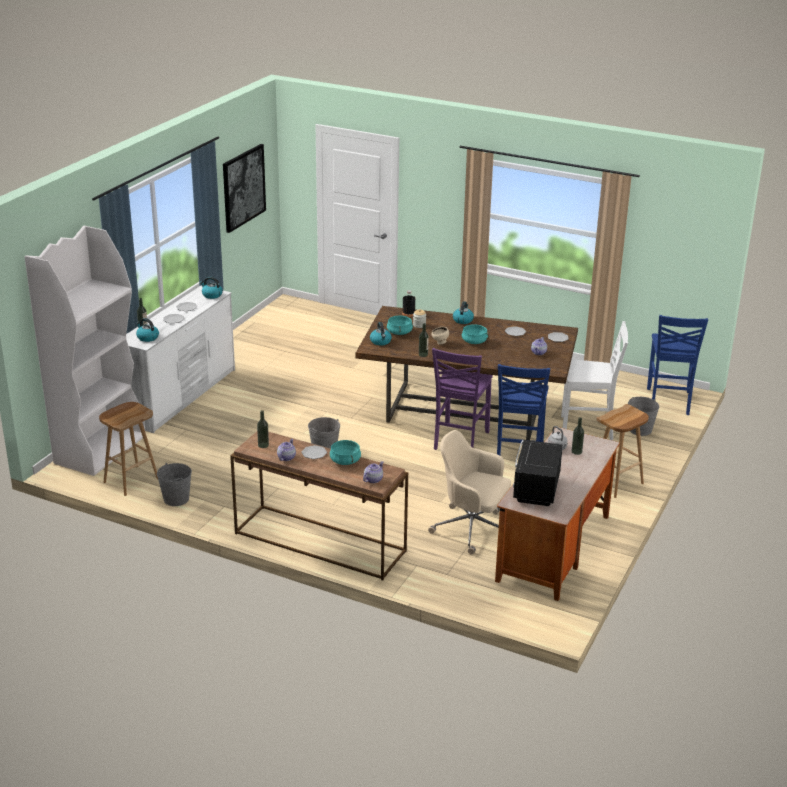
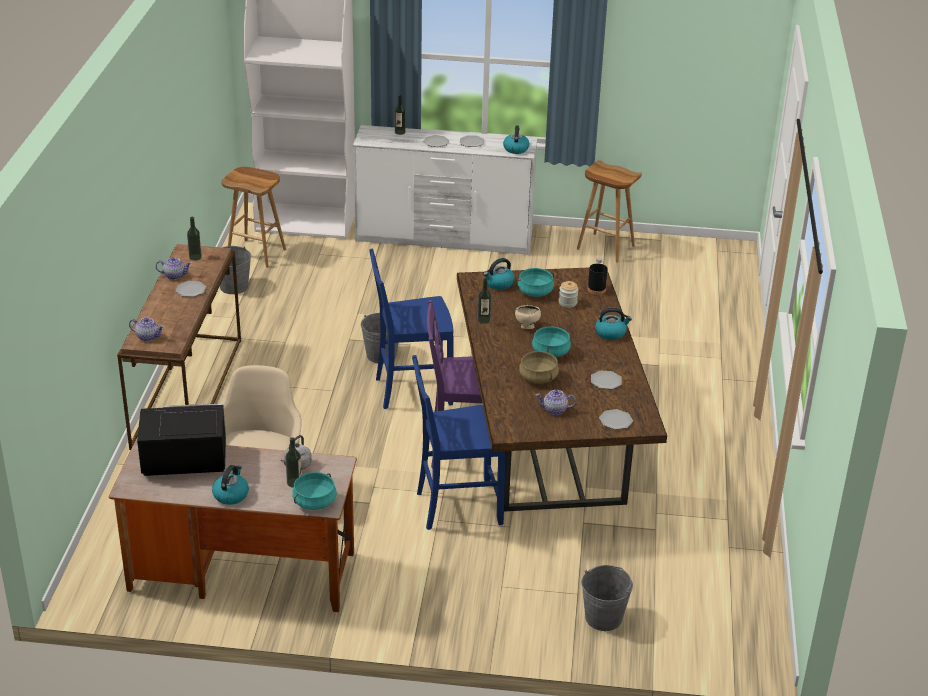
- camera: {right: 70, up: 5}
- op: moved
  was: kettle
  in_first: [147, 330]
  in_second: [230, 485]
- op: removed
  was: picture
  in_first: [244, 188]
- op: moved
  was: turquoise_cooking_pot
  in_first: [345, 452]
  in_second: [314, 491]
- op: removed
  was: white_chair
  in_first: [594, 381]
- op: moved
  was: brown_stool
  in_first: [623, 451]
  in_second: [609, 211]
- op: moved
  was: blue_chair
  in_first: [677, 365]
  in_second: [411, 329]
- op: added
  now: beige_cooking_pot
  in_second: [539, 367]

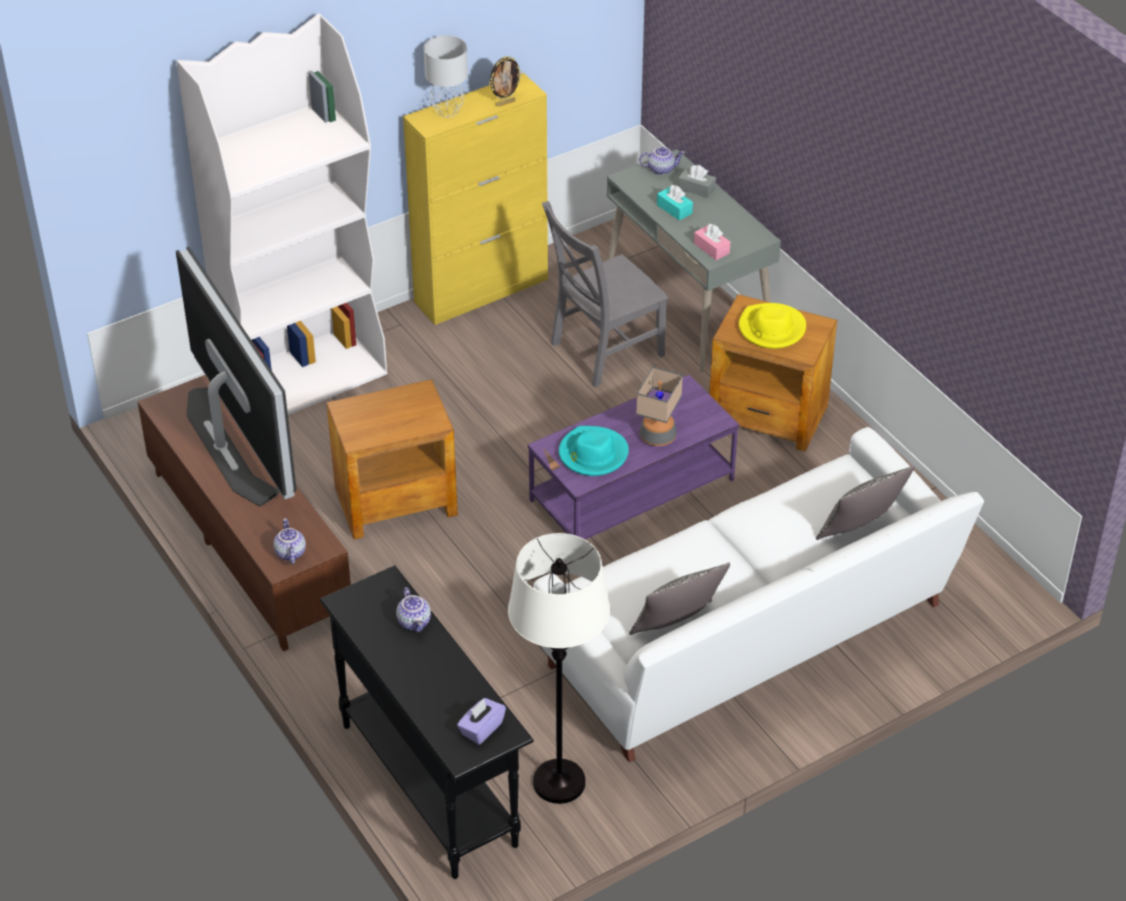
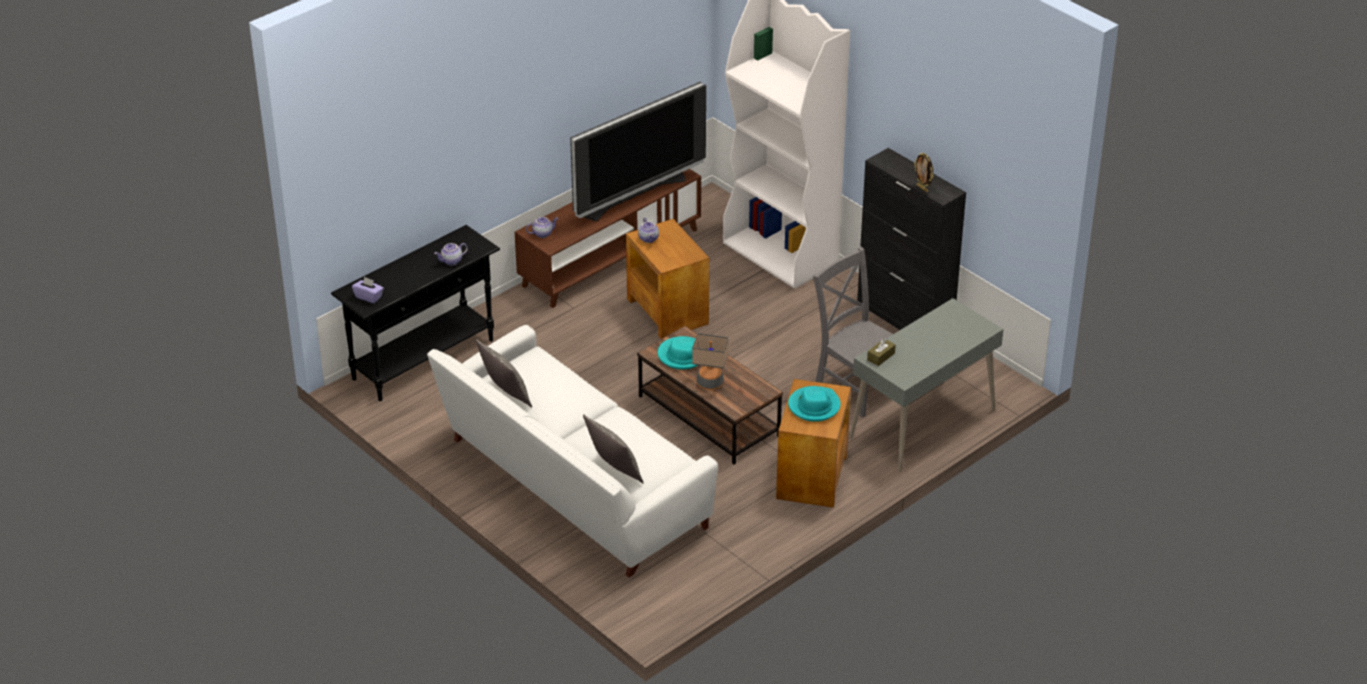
- camera: {right: 80, up: -5}
- op: recoloured
  was: yellow_cabinet
  now: black_cabinet
  in_first: [475, 199]
  in_second: [911, 239]
- op: removed
  was: grey_table_lamp
  in_first: [446, 76]
- op: removed
  was: white_floor_lamp
  in_first: [559, 668]
- op: recoloured
  was: purple_coffee_table
  now: brown_coffee_table
  in_first: [634, 457]
  in_second: [710, 395]
- op: moved
  was: teapot
  in_first: [662, 161]
  in_second: [648, 230]
- op: removed
  was: turquoise_tissue_box
  in_first: [675, 203]
- op: removed
  was: grey_tissue_box
  in_first: [697, 181]
- op: recoloured
  was: pink_tissue_box
  now: brown_tissue_box
  in_first: [712, 242]
  in_second: [881, 352]
- op: recoloured
  was: yellow_hat
  now: turquoise_hat
  in_first: [772, 326]
  in_second: [814, 404]

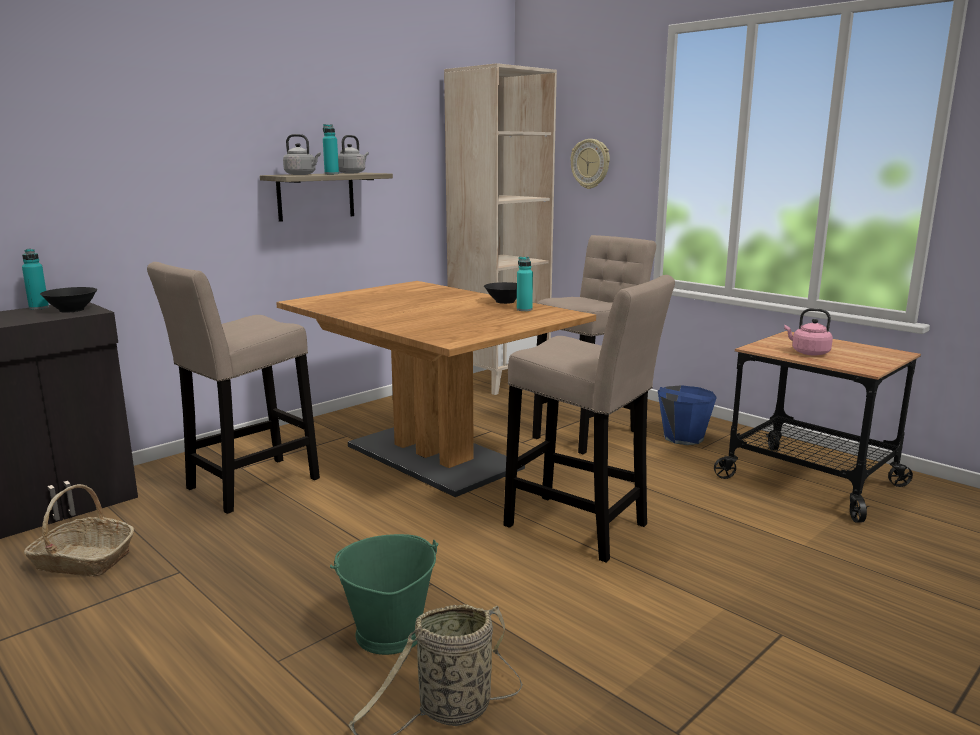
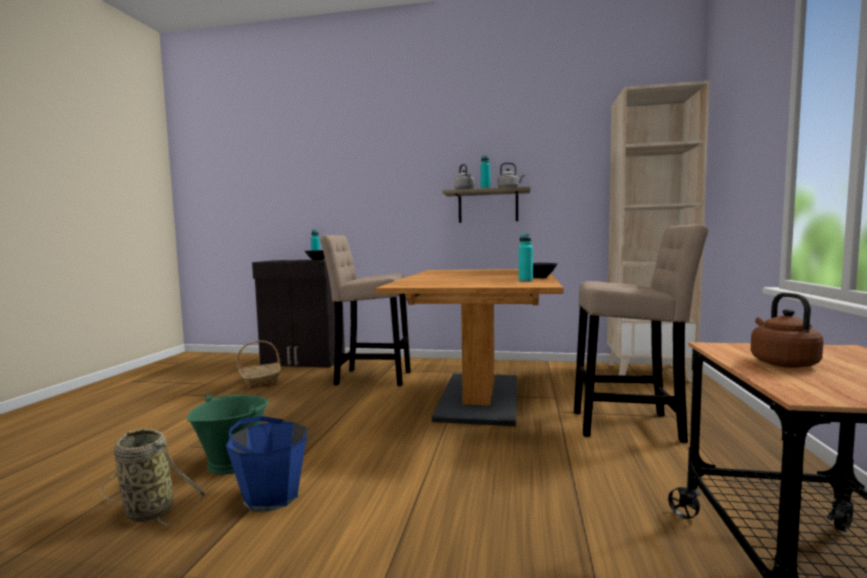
- camera: {right: 55, up: -10}
- op: removed
  was: beige_stool
  in_first: [589, 419]
- op: removed
  was: wall_clock
  in_first: [590, 164]
- op: moved
  was: blue_bucket
  in_first: [687, 415]
  in_second: [266, 463]
- op: recoloured
  was: pink_kettle
  now: brown_kettle
  in_first: [808, 332]
  in_second: [787, 330]

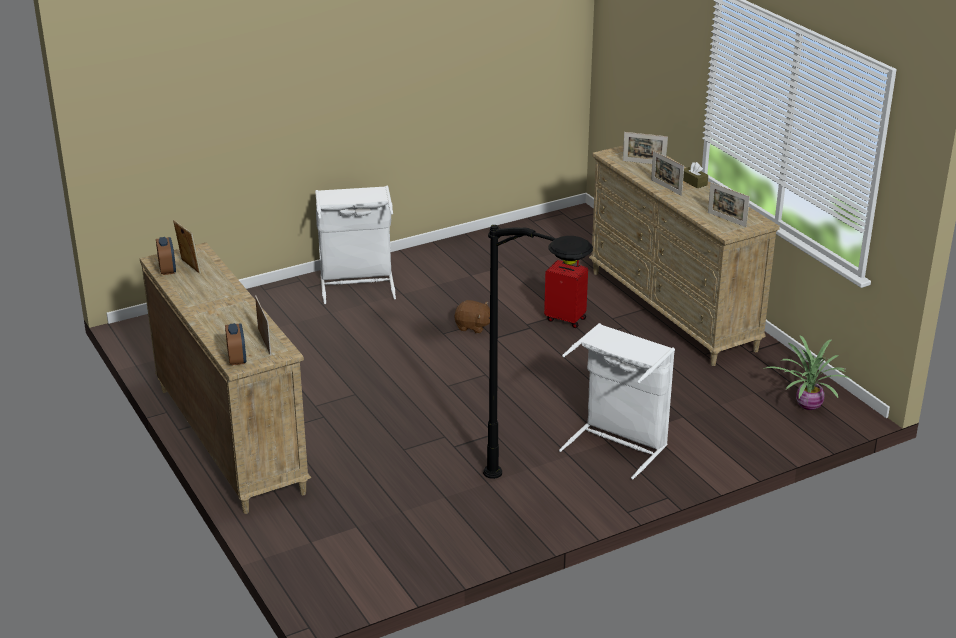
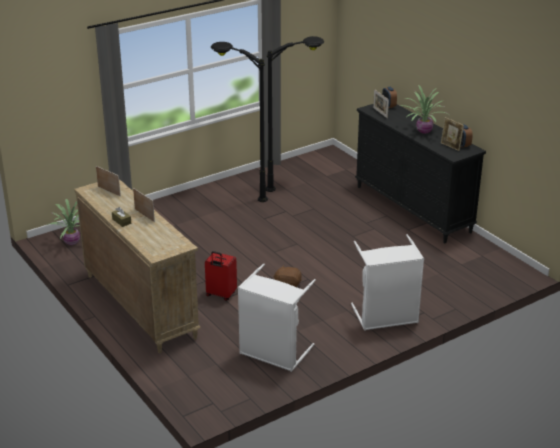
- camera: {right: 175, up: 0}
- op: recoloured
  was: beige_dresser
  now: black_dresser
  in_first: [225, 378]
  in_second: [420, 173]
- op: moved
  was: white_laundry_basket
  in_first: [617, 401]
  in_second: [277, 318]
- op: removed
  was: picture_frame
  in_first: [645, 148]
- op: added
  now: black_floor_lamp
  in_second: [295, 114]
- op: added
  now: potted_plant
  in_second: [424, 109]

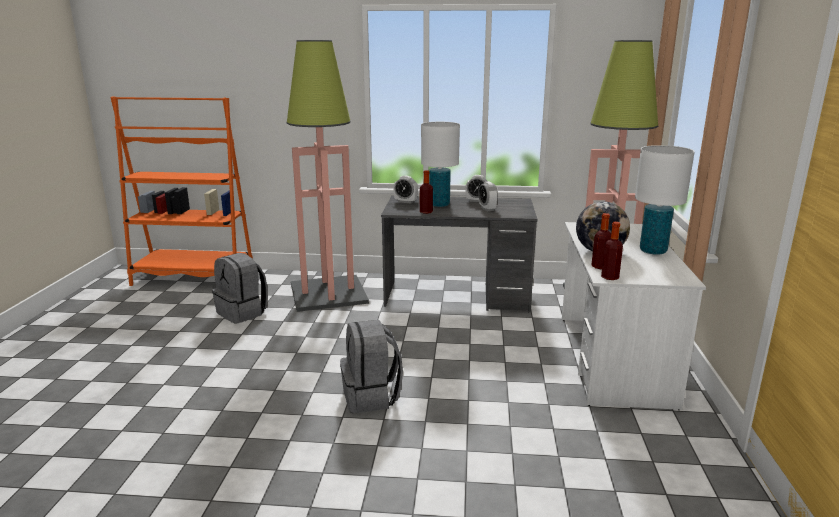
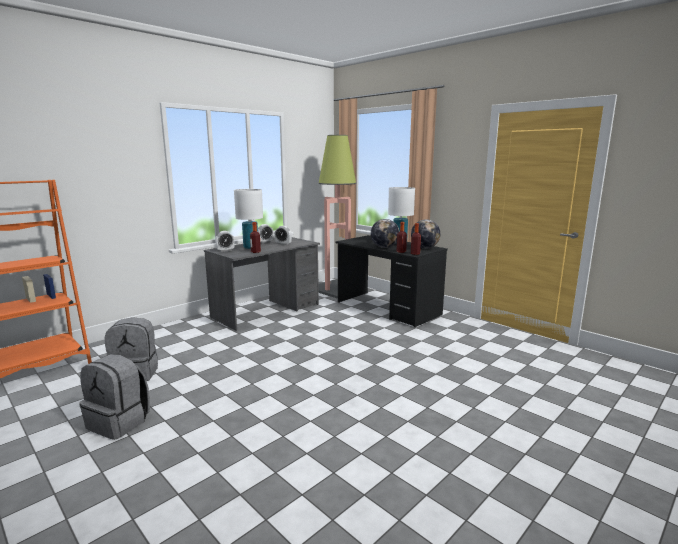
- camera: {right: -50, up: -5}
- op: removed
  was: floor_lamp
  in_first: [328, 176]
- op: moved
  was: grey_backpack
  in_first: [371, 366]
  in_second: [114, 397]
- op: recoloured
  was: white_desk
  now: black_desk
  in_first: [634, 316]
  in_second: [391, 281]
- op: added
  now: globe
  in_second: [425, 234]

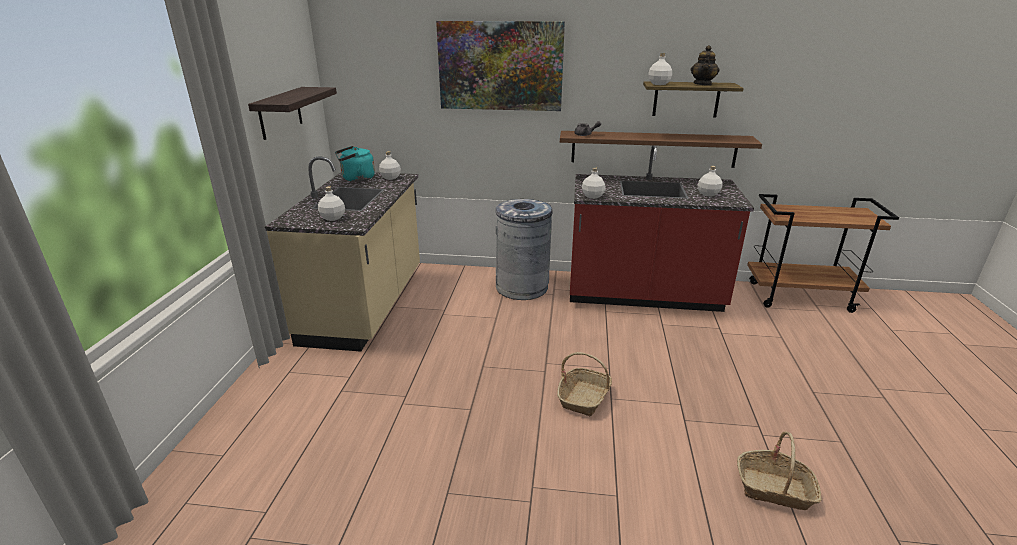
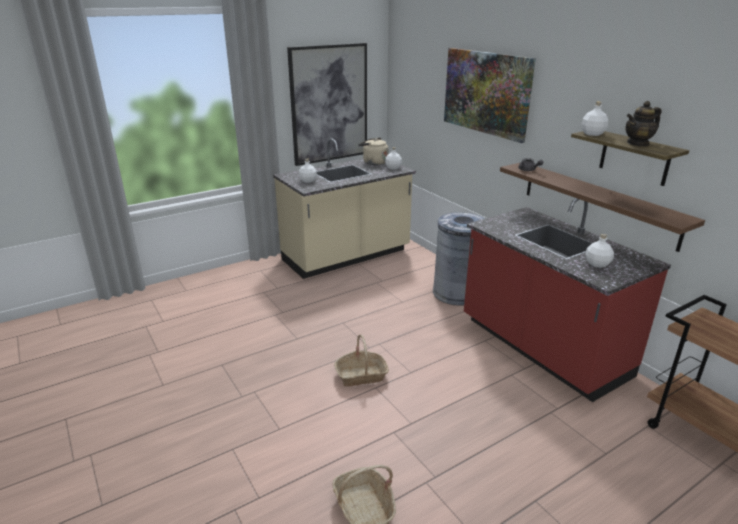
- camera: {right: 50, up: 0}
- op: replaced
  was: shelf
  now: picture
  in_first: [292, 113]
  in_second: [327, 104]
- op: recoloured
  was: turquoise_kettle
  now: beige_kettle
  in_first: [355, 164]
  in_second: [373, 151]
- op: removed
  was: white_bottle
  in_first: [593, 183]

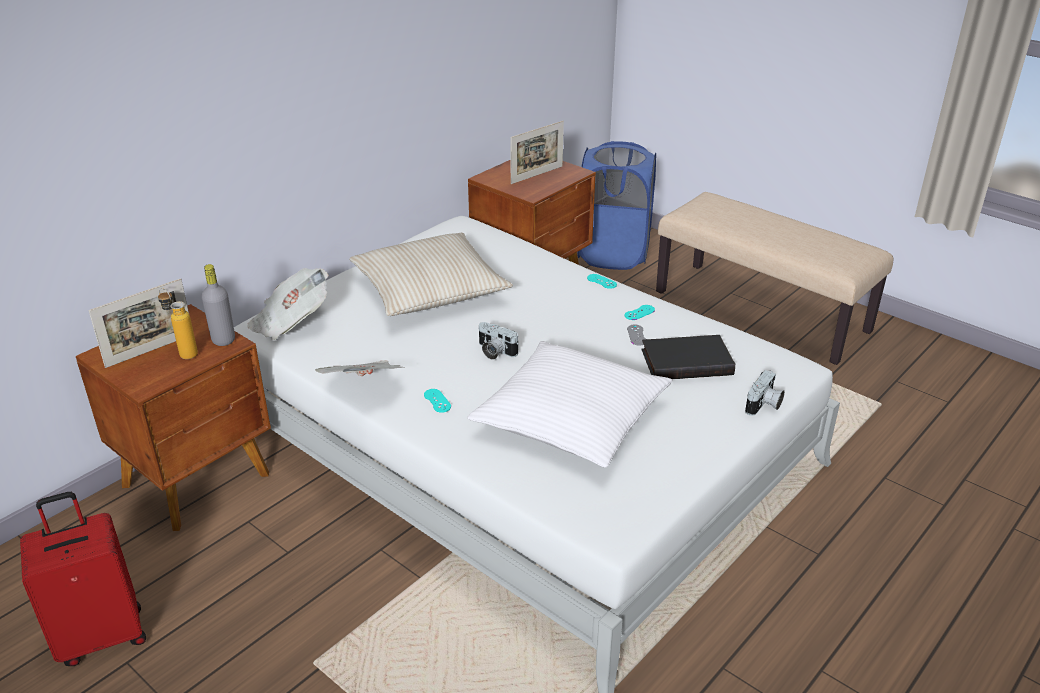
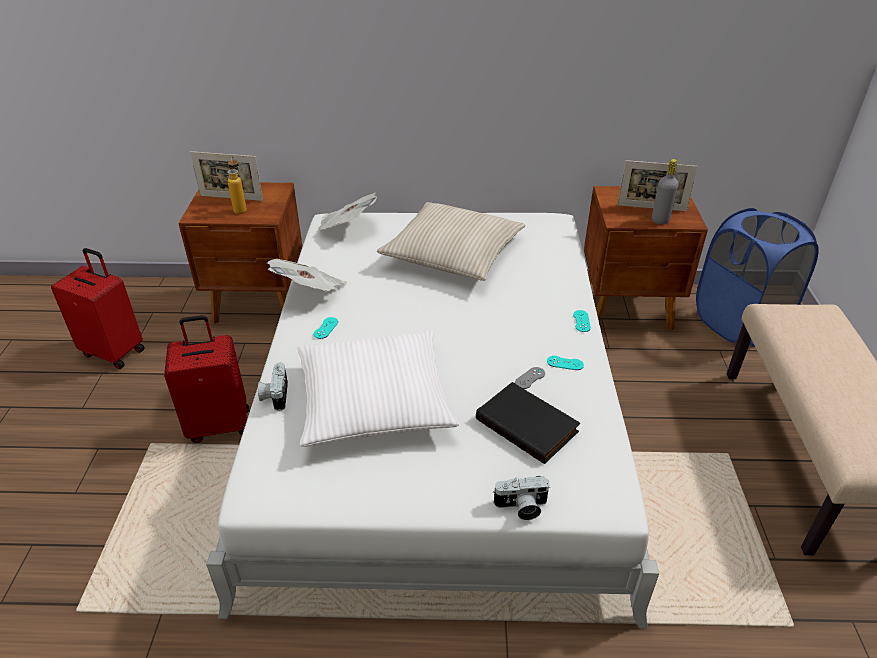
- camera: {right: 50, up: 5}
- op: moved
  was: grey_bottle
  in_first: [218, 305]
  in_second: [665, 191]
- op: moved
  was: photo_camera
  in_first: [498, 341]
  in_second: [273, 387]
- op: added
  now: red_suitcase
  in_second: [206, 379]

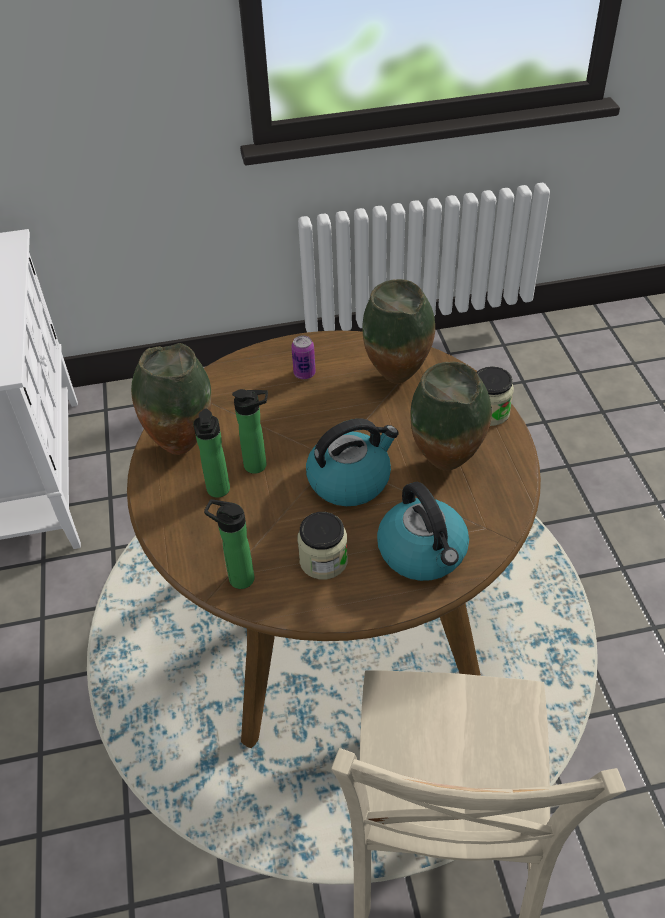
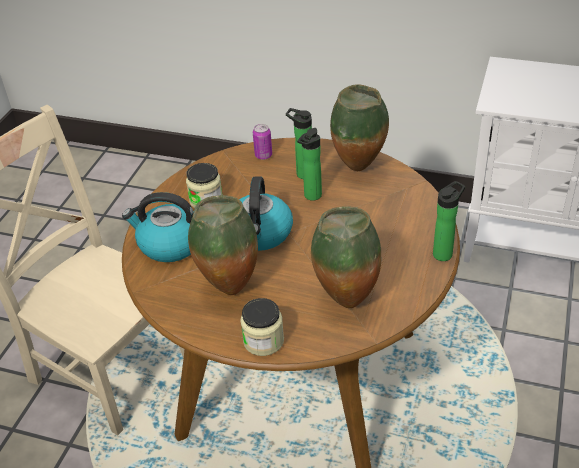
- camera: {right: 120, up: -5}
- op: moved
  was: bottle
  in_first: [229, 544]
  in_second: [449, 221]
- op: moved
  was: can
  in_first: [303, 357]
  in_second: [262, 142]

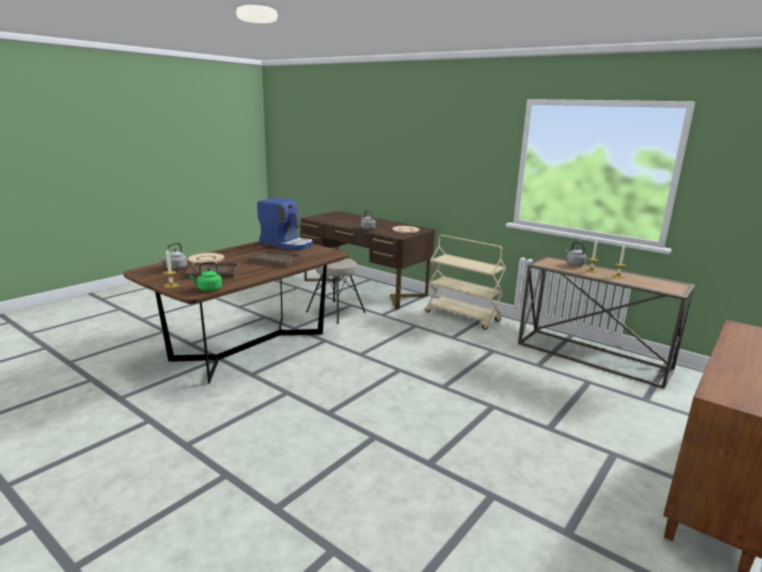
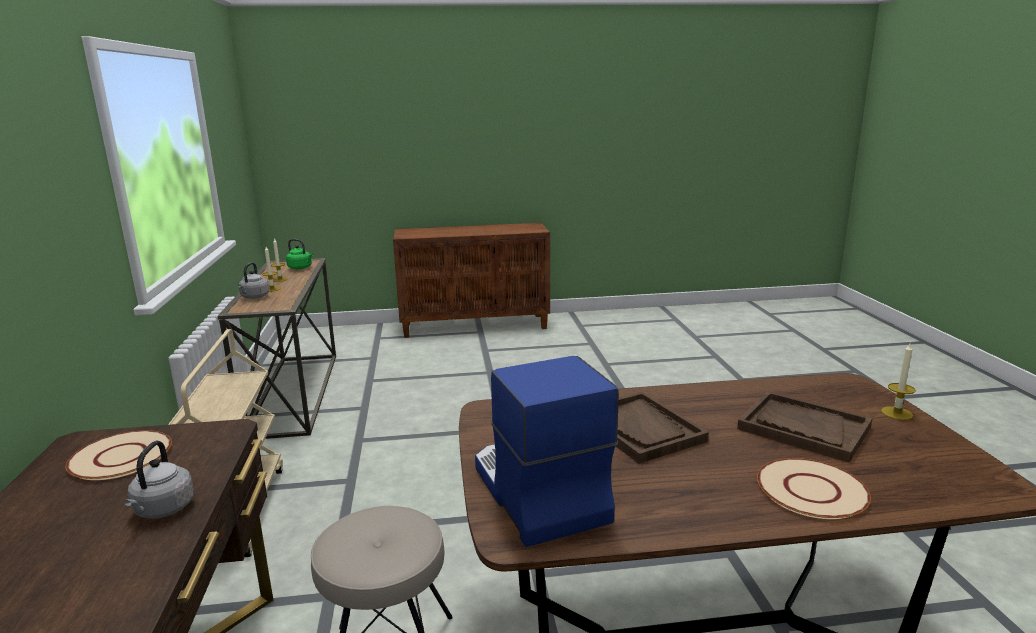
- camera: {right: -135, up: 0}
- op: removed
  was: grey_kettle
  in_first: [173, 256]
- op: moved
  was: green_kettle
  in_first: [205, 276]
  in_second: [299, 254]

